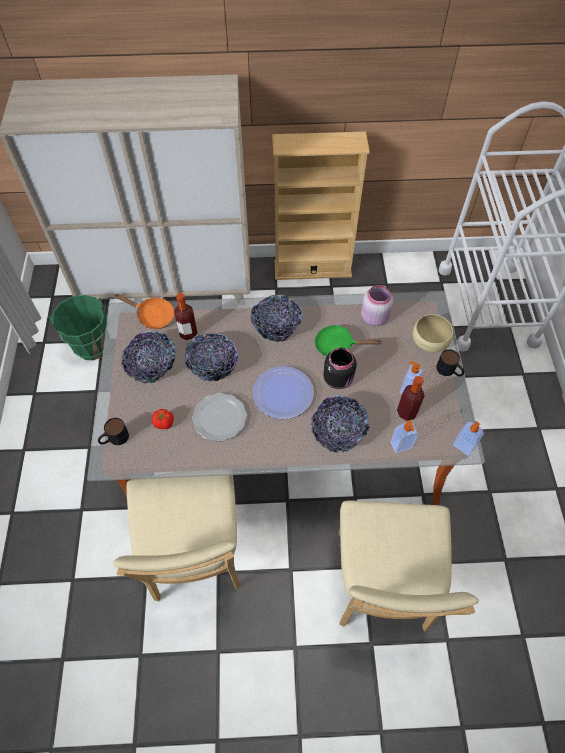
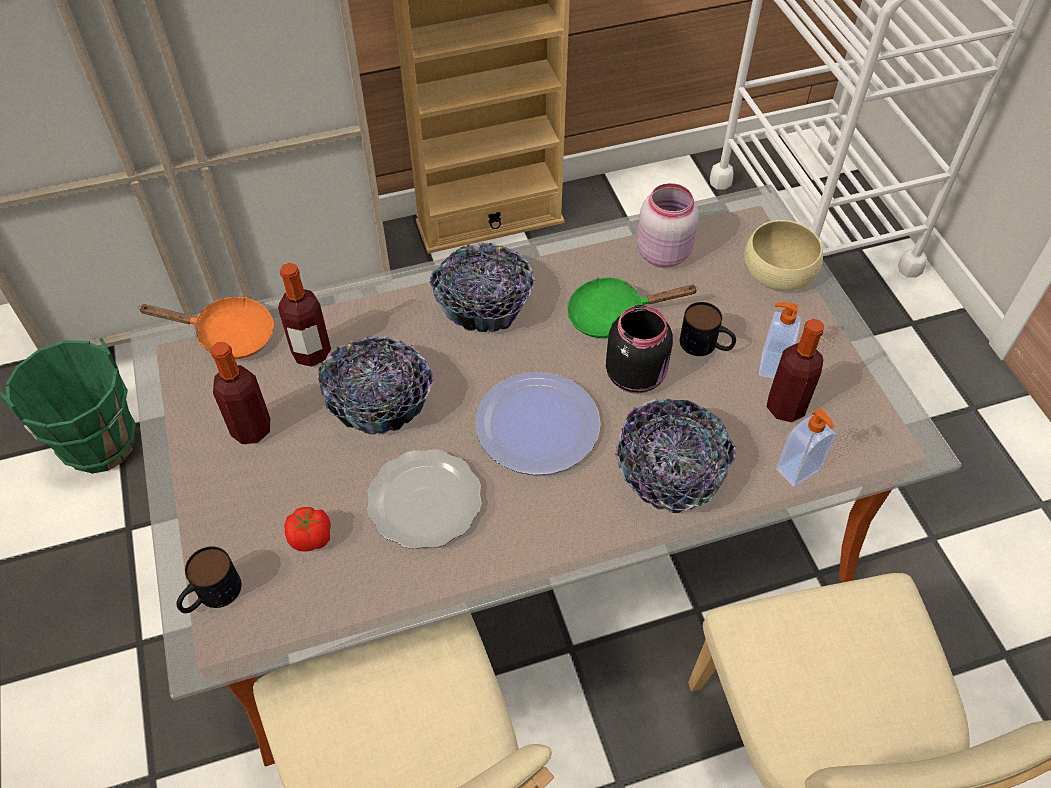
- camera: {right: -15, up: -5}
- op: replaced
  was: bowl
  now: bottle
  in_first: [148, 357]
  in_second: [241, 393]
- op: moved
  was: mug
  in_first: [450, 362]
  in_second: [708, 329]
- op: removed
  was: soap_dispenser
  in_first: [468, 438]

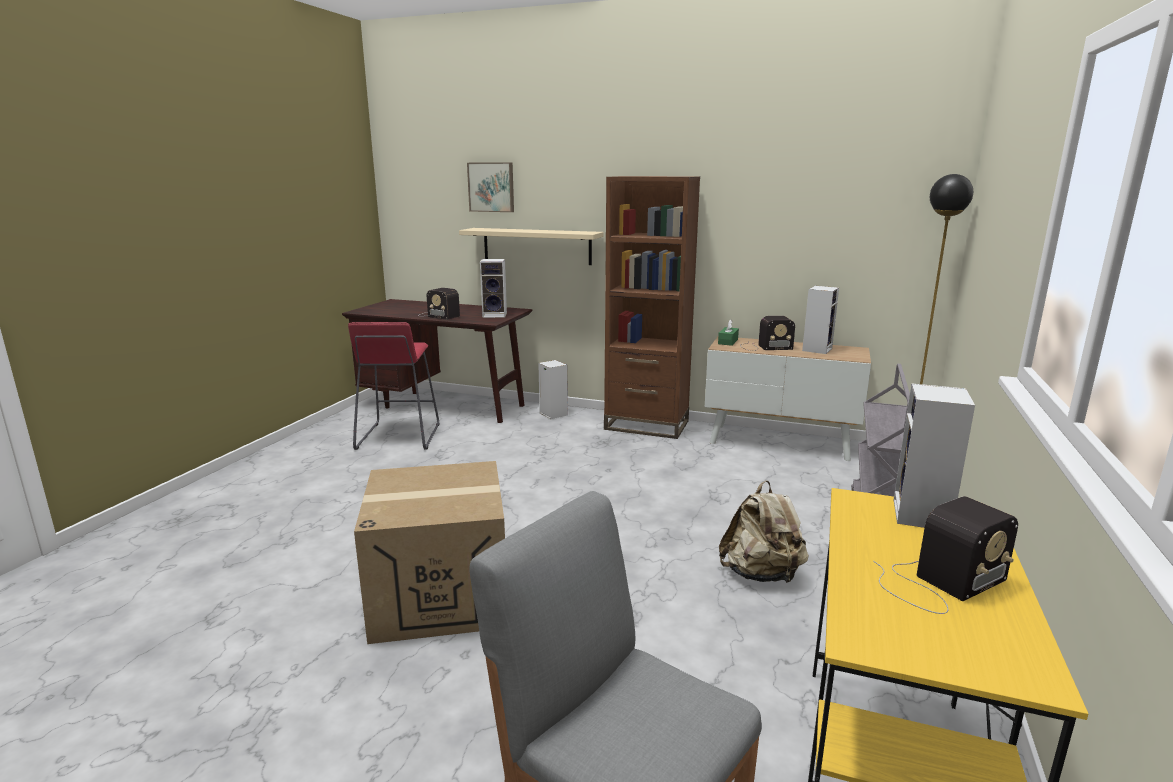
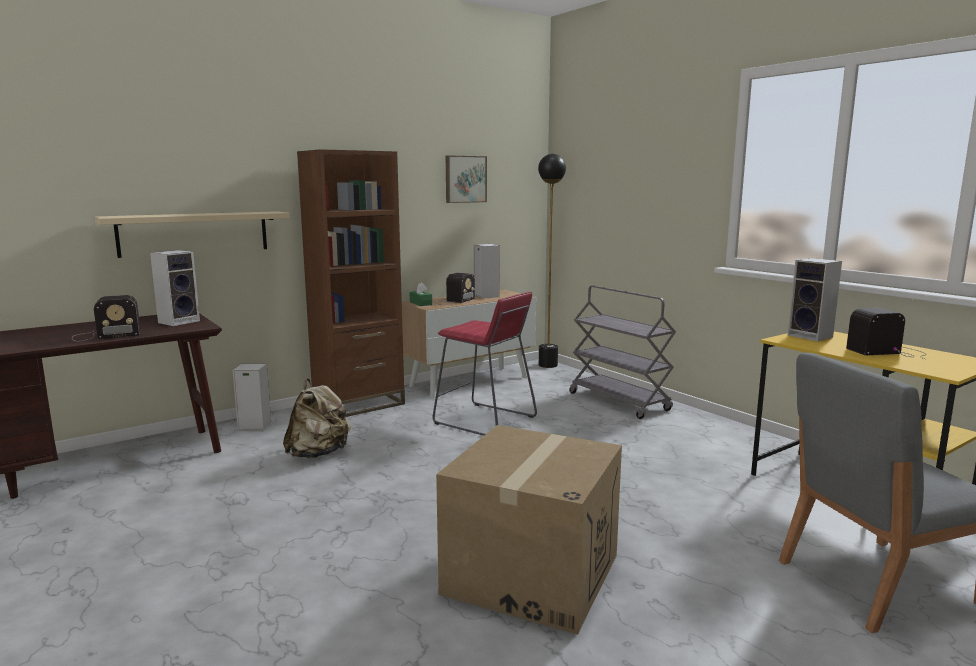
- camera: {right: -55, up: -5}
- op: moved
  was: red_stool
  in_first: [393, 386]
  in_second: [485, 364]
- op: moved
  was: picture
  in_first: [490, 187]
  in_second: [466, 179]
- op: moved
  was: beige_backpack
  in_first: [764, 531]
  in_second: [317, 418]
- op: turned
  was: radio
  in_first: [945, 555]
  in_second: [886, 333]
  clockwise: -105

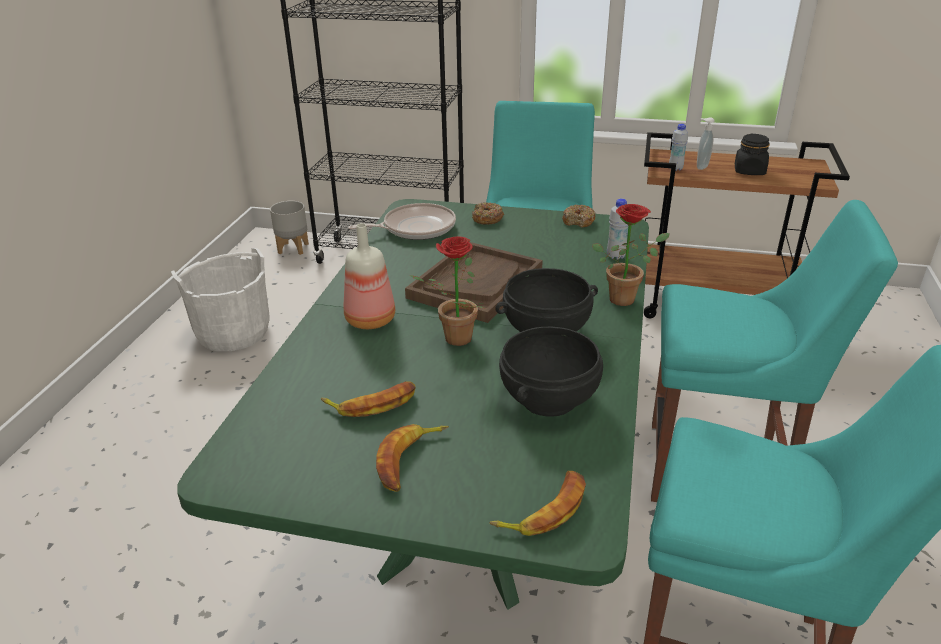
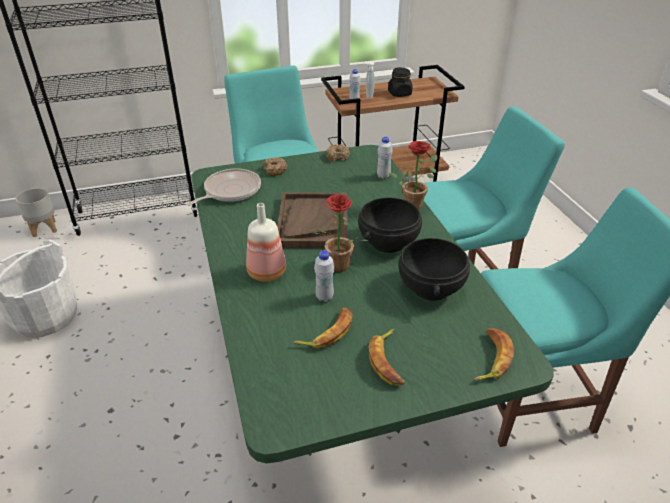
- camera: {right: -30, up: 5}
- op: added
  now: white_bottle
  in_second: [324, 276]

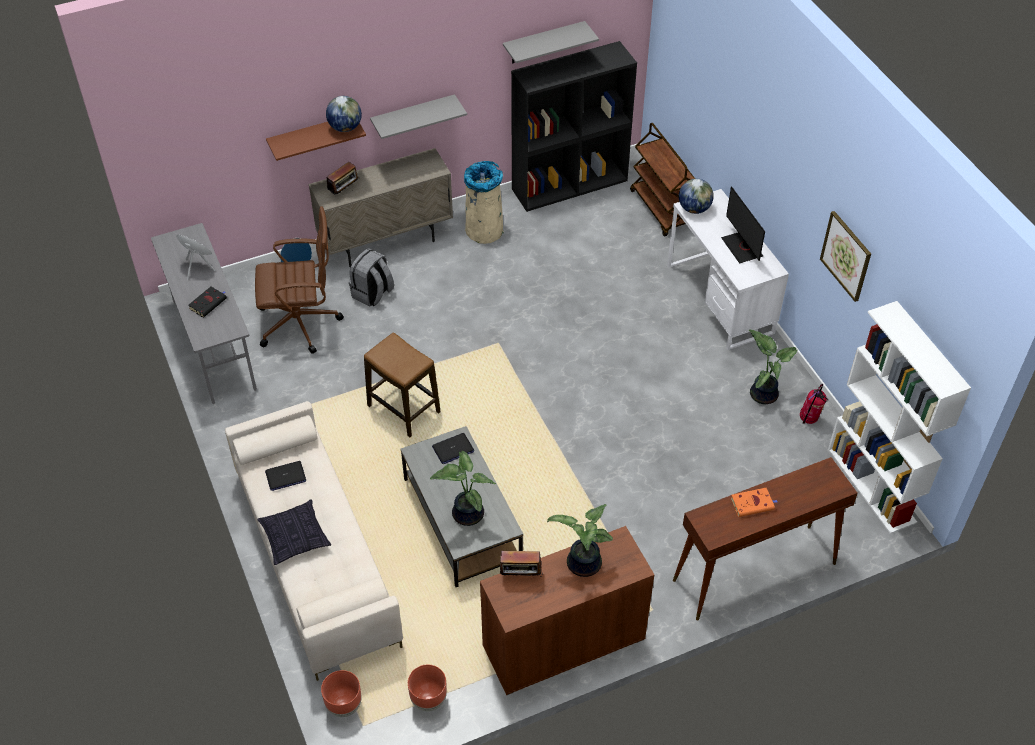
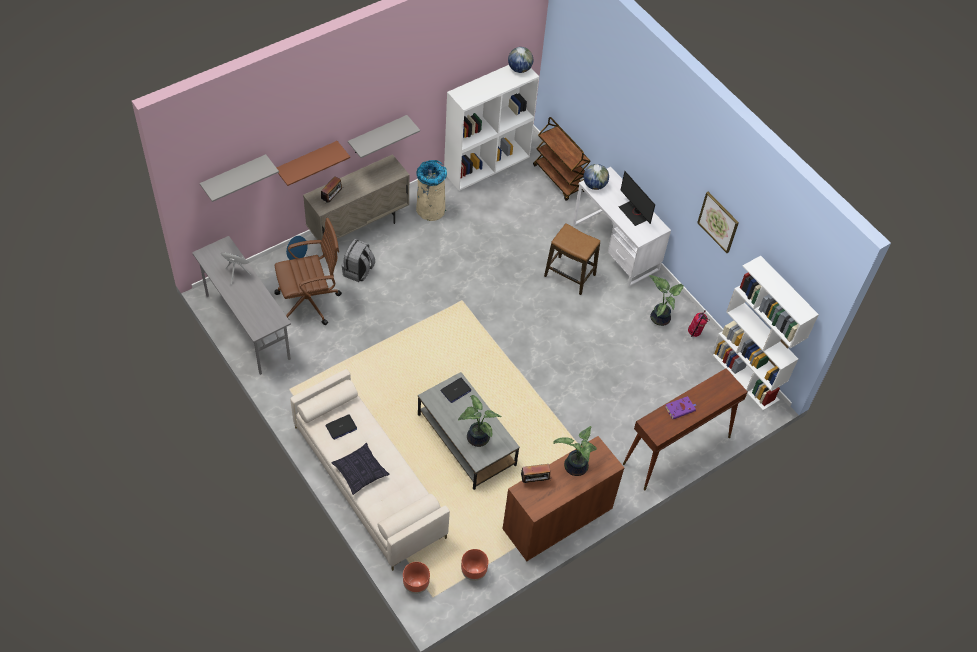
- camera: {right: -15, up: 5}
- op: removed
  was: black_book
  in_first: [207, 302]
- op: moved
  was: globe
  in_first: [344, 114]
  in_second: [520, 60]
- op: moved
  was: stool
  in_first: [402, 384]
  in_second: [572, 259]
- op: moved
  was: grey_shelf
  in_first: [551, 42]
  in_second: [239, 178]
- op: recoloured
  was: black_bookcase
  now: white_bookcase
  in_first: [574, 126]
  in_second: [491, 128]
- op: recoloured
  was: orange_book
  now: purple_book
  in_first: [754, 502]
  in_second: [680, 407]

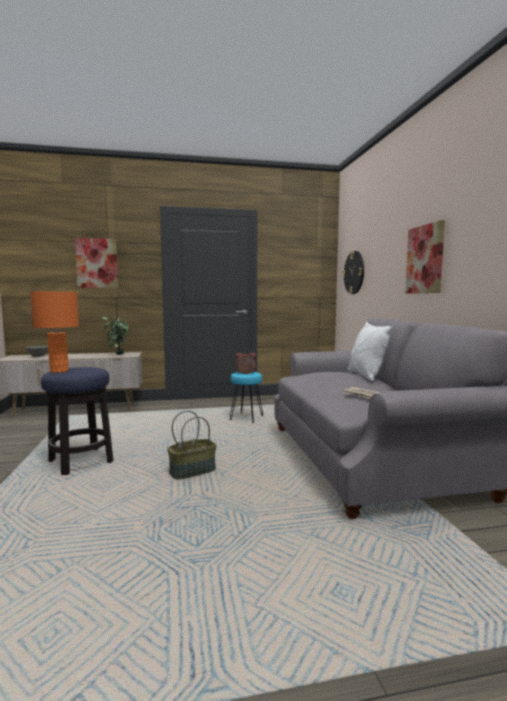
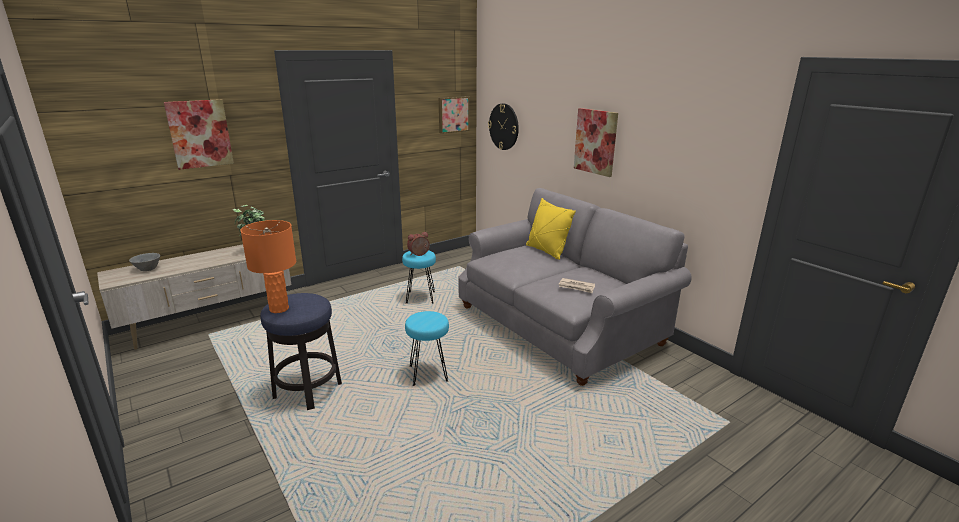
- camera: {right: -25, up: 15}
- op: replaced
  was: basket
  now: turquoise_stool
  in_first: [192, 444]
  in_second: [427, 348]
- op: recoloured
  was: white_pillow
  now: yellow_pillow
  in_first: [370, 351]
  in_second: [551, 229]
- op: added
  now: picture
  in_second: [454, 115]

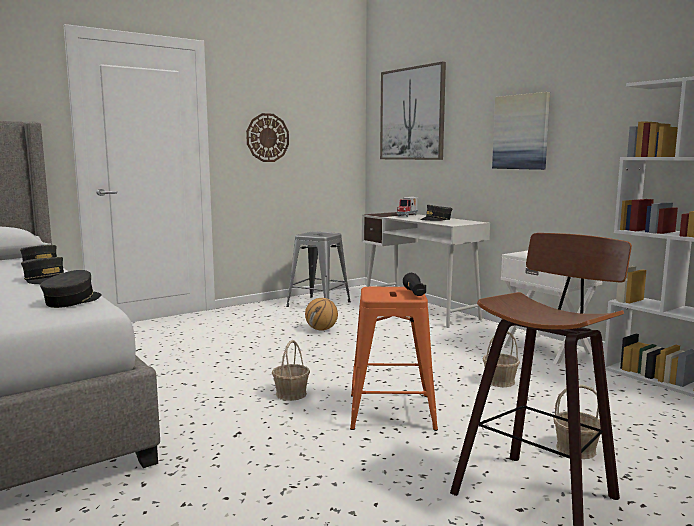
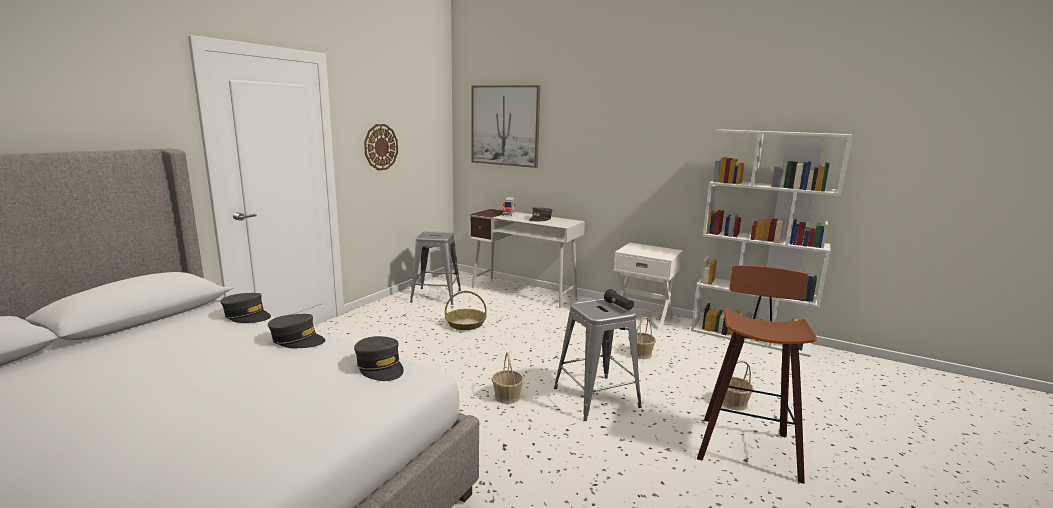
- camera: {right: -25, up: 5}
- op: turned
  was: grey_cap
  in_first: [71, 289]
  in_second: [379, 358]
  clockwise: 150
- op: replaced
  was: basketball
  now: basket
  in_first: [321, 314]
  in_second: [466, 310]
- op: recoloured
  was: orange_stool
  now: grey_stool
  in_first: [394, 359]
  in_second: [598, 359]
- op: removed
  was: picture
  in_first: [521, 131]

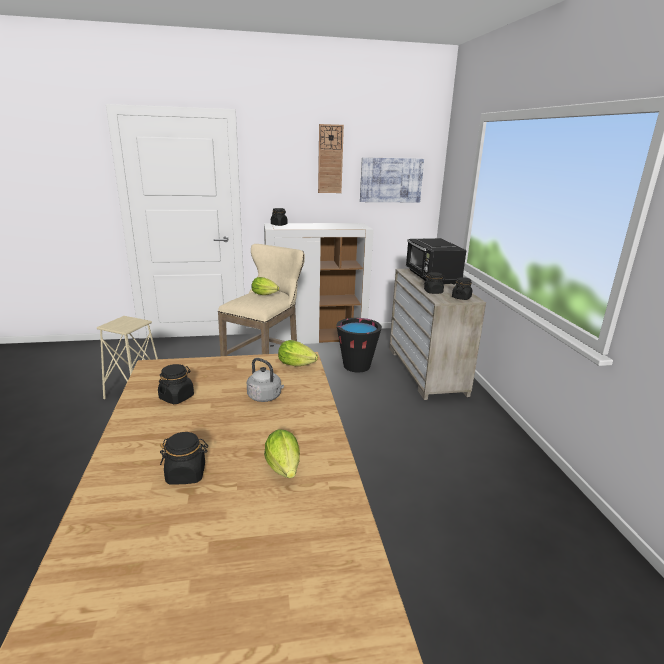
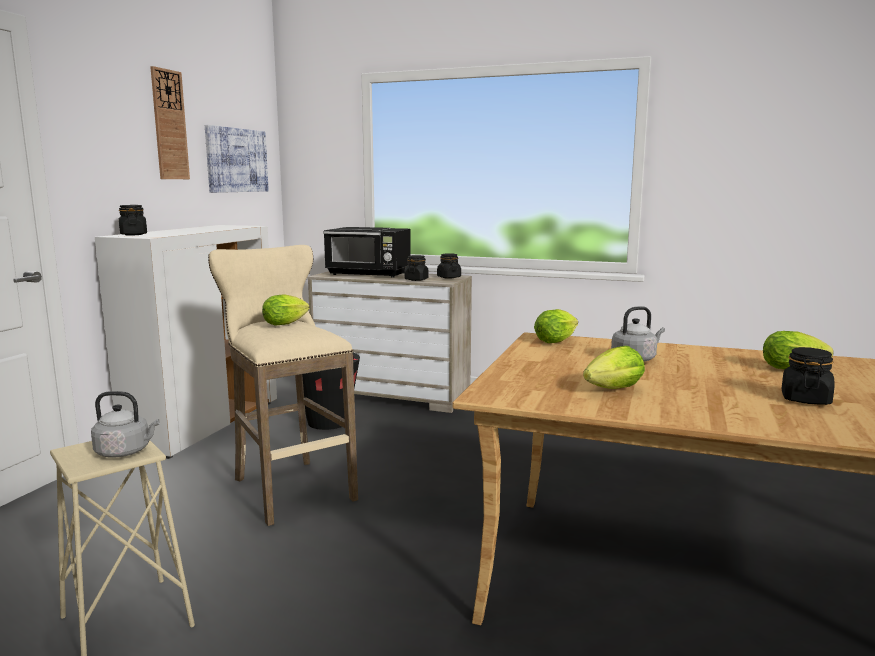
- camera: {right: -60, up: -10}
- op: replaced
  was: black_jar
  now: lettuce
  in_first: [176, 384]
  in_second: [614, 367]
- op: added
  now: grey_kettle
  in_second: [125, 424]

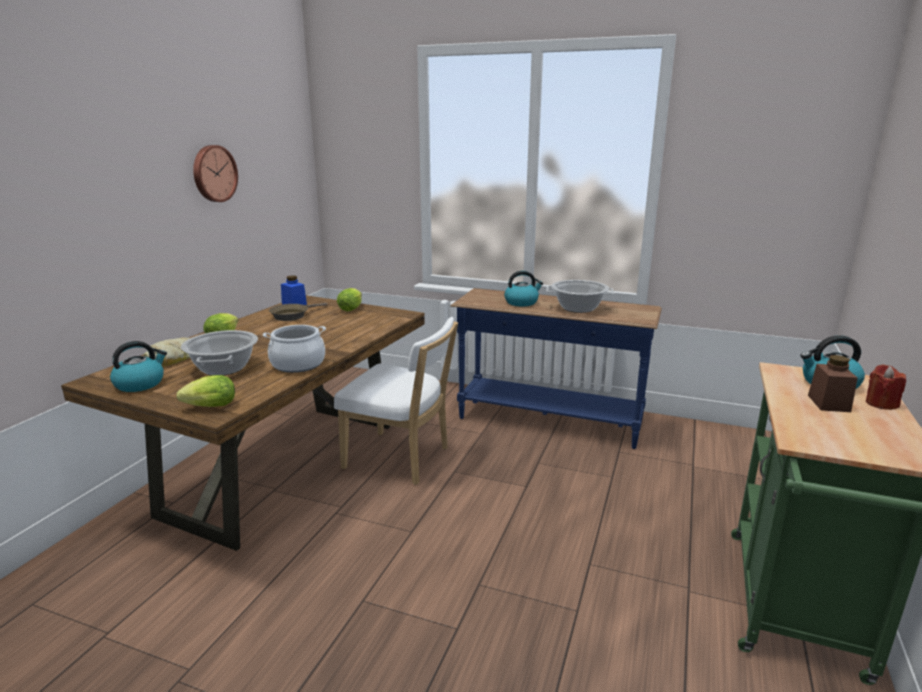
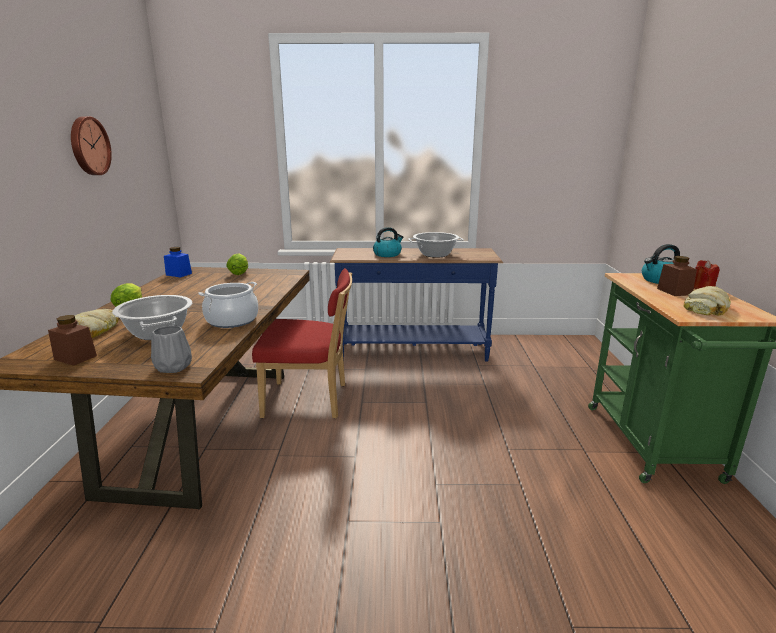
- camera: {right: -20, up: 0}
- op: replaced
  was: kettle
  now: brown_jar
  in_first: [138, 366]
  in_second: [72, 340]
- op: replaced
  was: lettuce
  now: grey_vase
  in_first: [205, 391]
  in_second: [171, 349]
- op: removed
  was: brown_frying_pan
  in_first: [298, 312]
- op: recoloured
  was: white_chair
  now: red_chair
  in_first: [396, 401]
  in_second: [302, 343]
- op: added
  now: bread
  in_second: [707, 300]

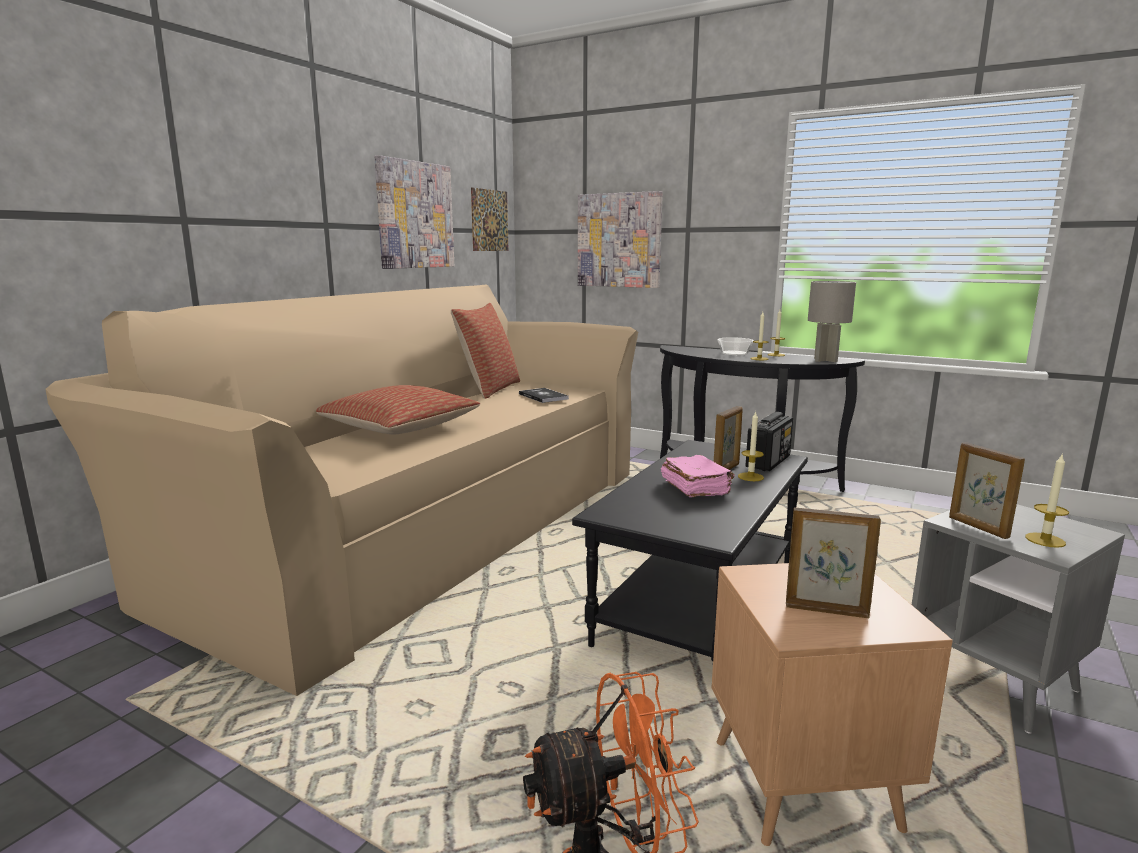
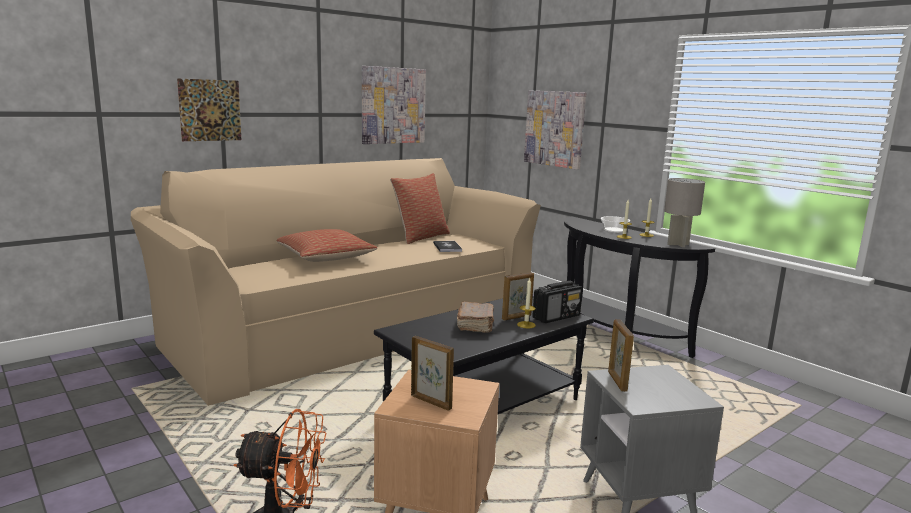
- camera: {right: 20, up: 0}
- op: moved
  was: picture
  in_first: [490, 219]
  in_second: [209, 109]
- op: recoloured
  was: pink_book
  now: brown_book
  in_first: [698, 476]
  in_second: [475, 317]
- op: removed
  was: candle
  in_first: [1047, 500]

